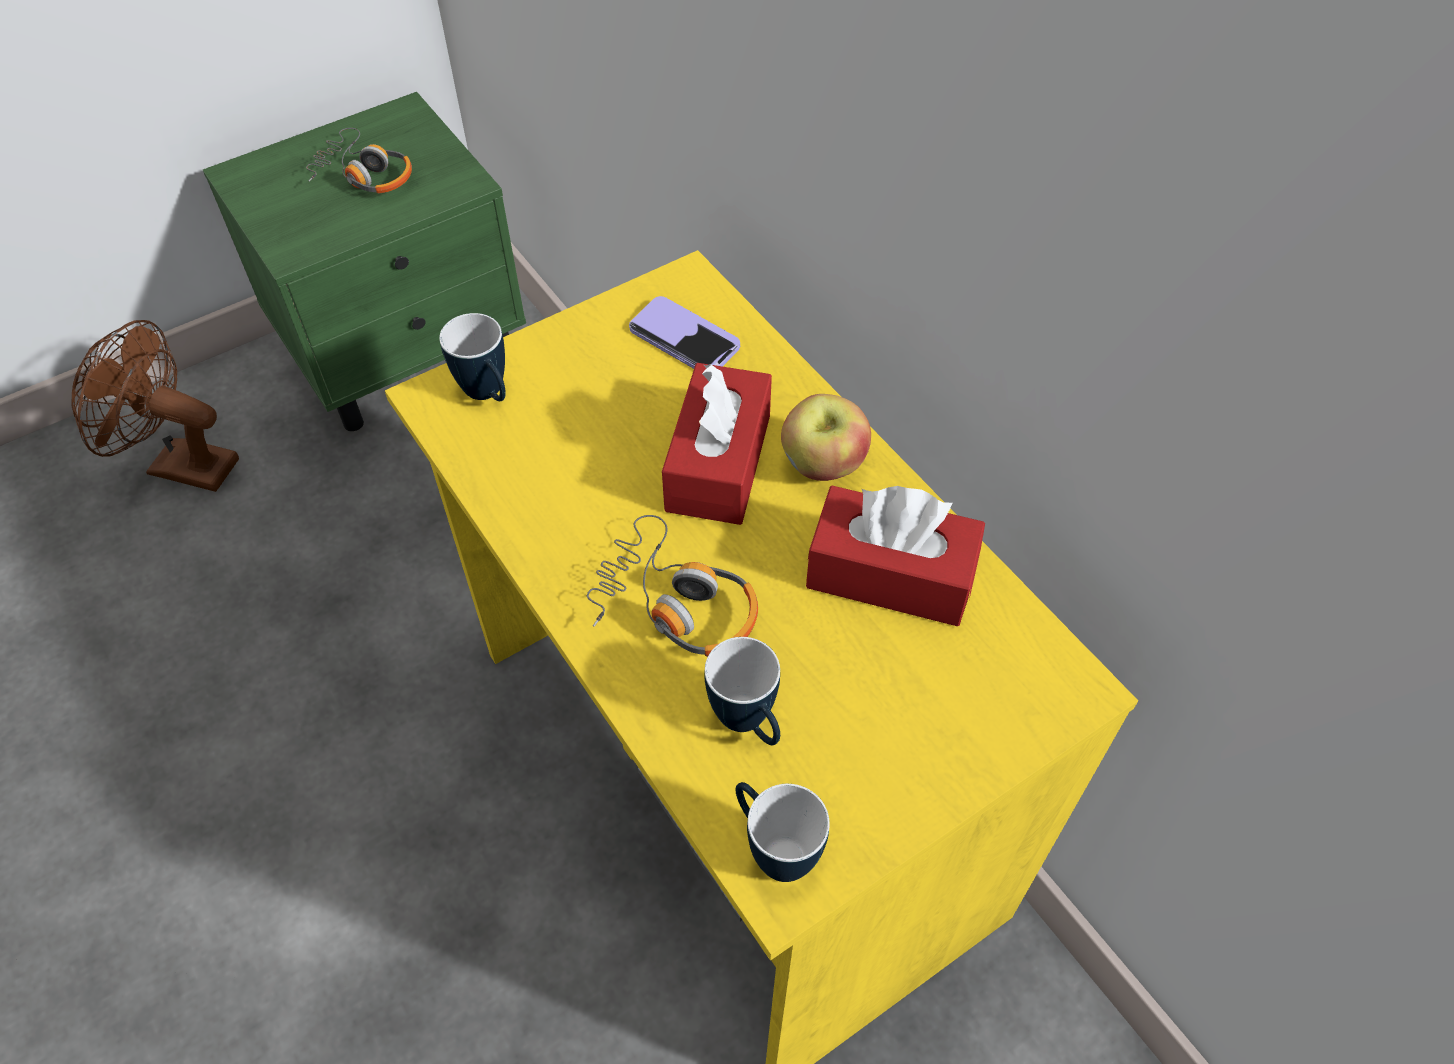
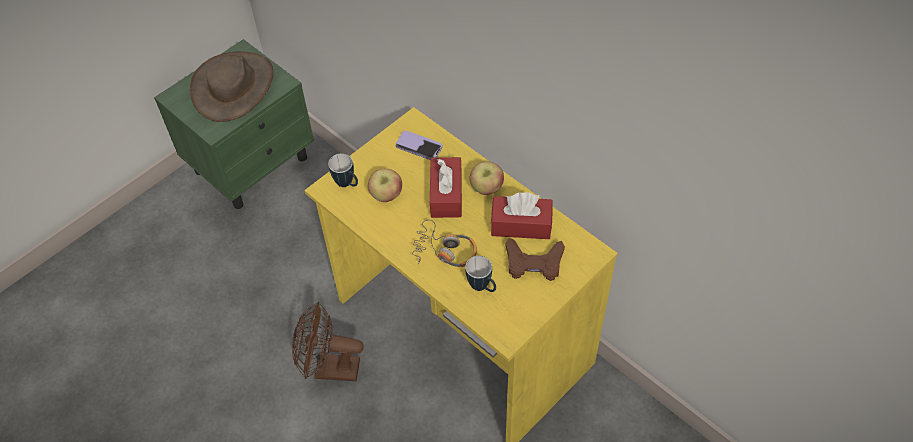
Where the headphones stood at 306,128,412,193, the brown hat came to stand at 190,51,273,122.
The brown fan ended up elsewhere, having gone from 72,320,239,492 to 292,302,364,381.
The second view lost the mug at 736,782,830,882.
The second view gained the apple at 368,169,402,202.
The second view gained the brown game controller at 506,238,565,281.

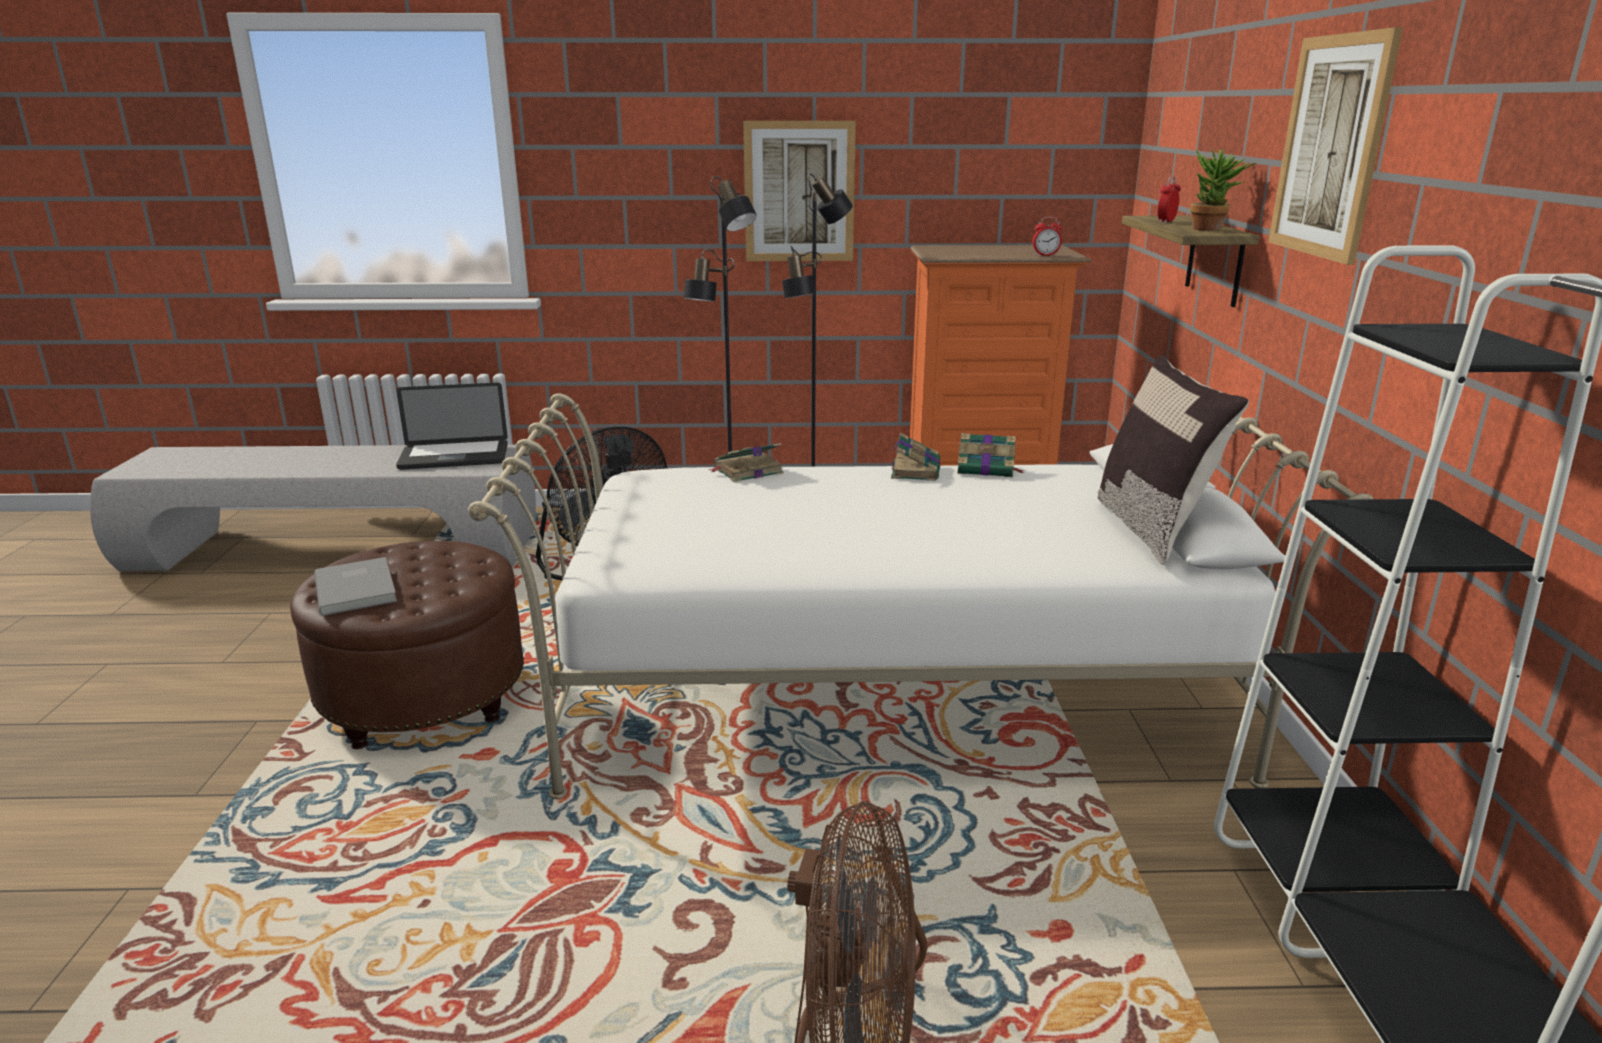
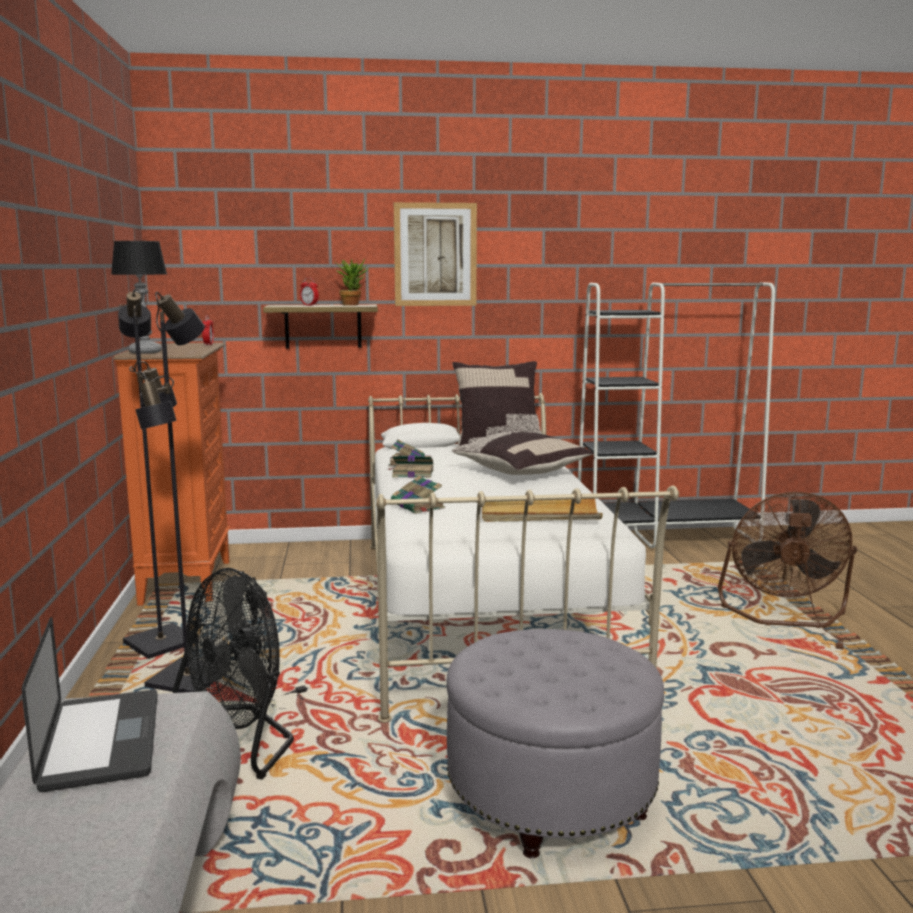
The second view lost the picture at 743,121,856,261.
What was the brown ottoman at 290,540,524,749 turned into the grey ottoman at 447,629,664,858.
The second view lost the grey book at 314,557,397,616.
The second view gained the table lamp at 111,241,167,354.
The second view gained the pillow at 452,431,594,475.
The second view gained the beige tray at 482,499,603,522.

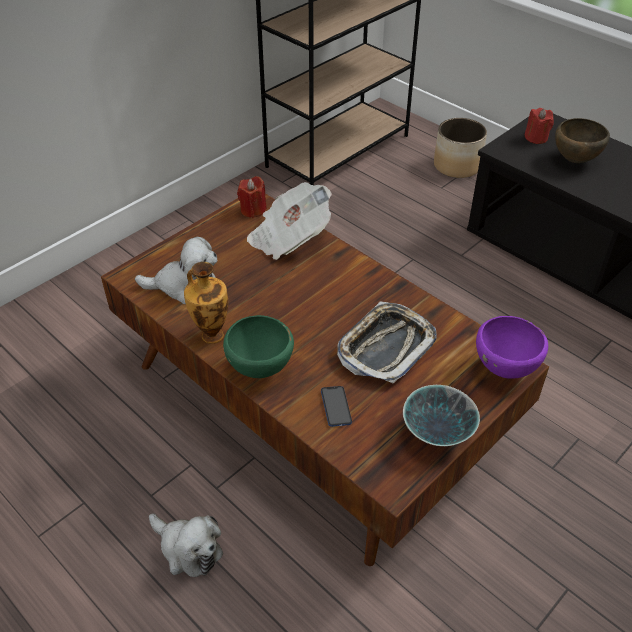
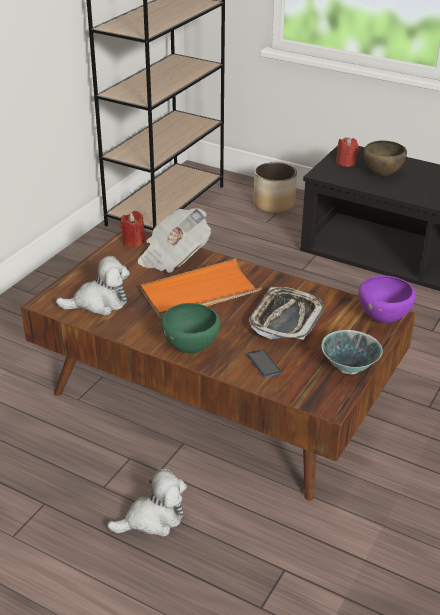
The second view lost the vase at 184,262,228,344.
The plush toy at 149,513,223,577 ended up facing another way, 45 degrees counterclockwise from before.
The second view gained the orange tray at 140,258,262,319.

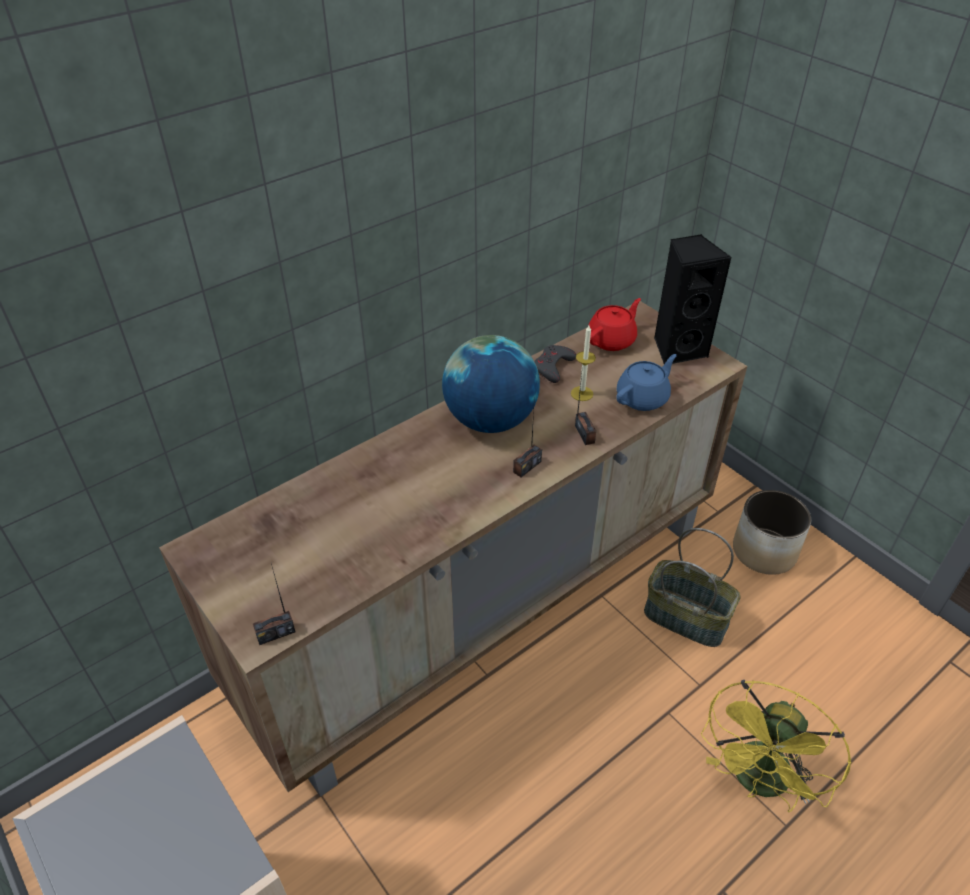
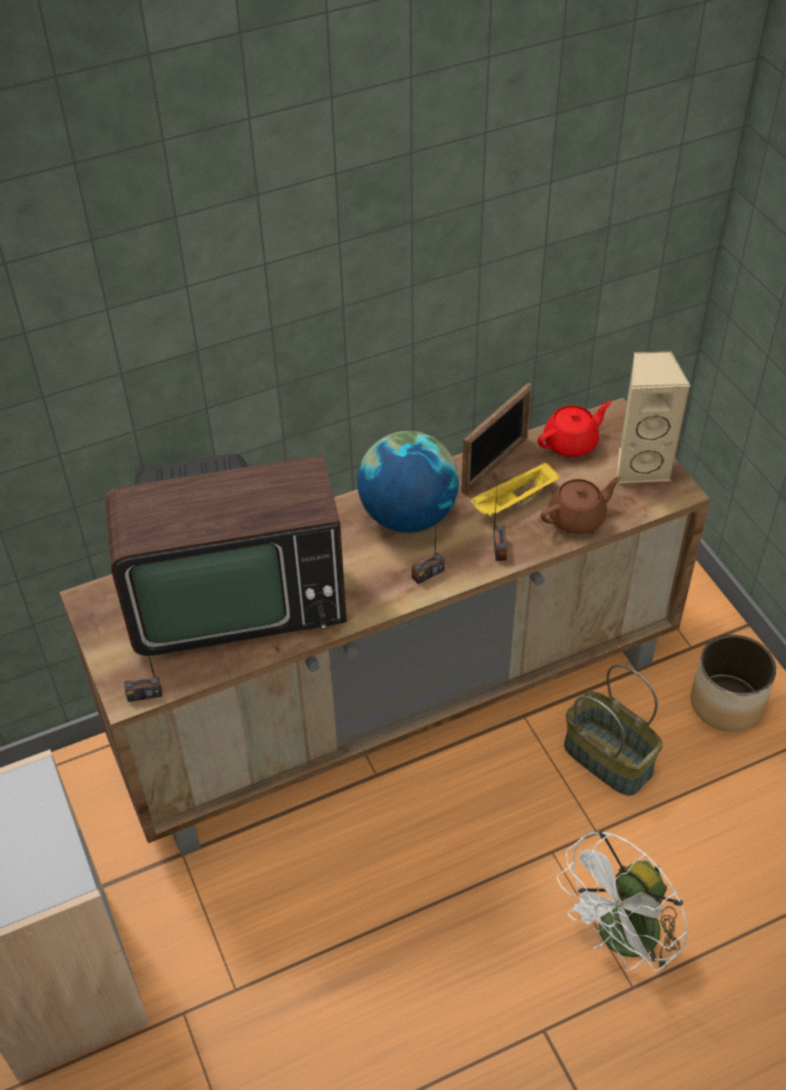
What was the black speaker at 654,234,732,364 turned into the beige speaker at 617,351,690,483.
Where the candle stood at 571,325,596,401, the yellow tray came to stand at 470,462,559,517.
Where the grey game controller stood at 534,345,576,383, the picture frame came to stand at 461,383,532,494.
What was the blue teapot at 616,354,677,411 turned into the brown teapot at 541,476,622,534.
What was the yellow fan at 701,680,851,812 turned into the white fan at 557,830,688,971.
The second view gained the television at 105,454,347,656.

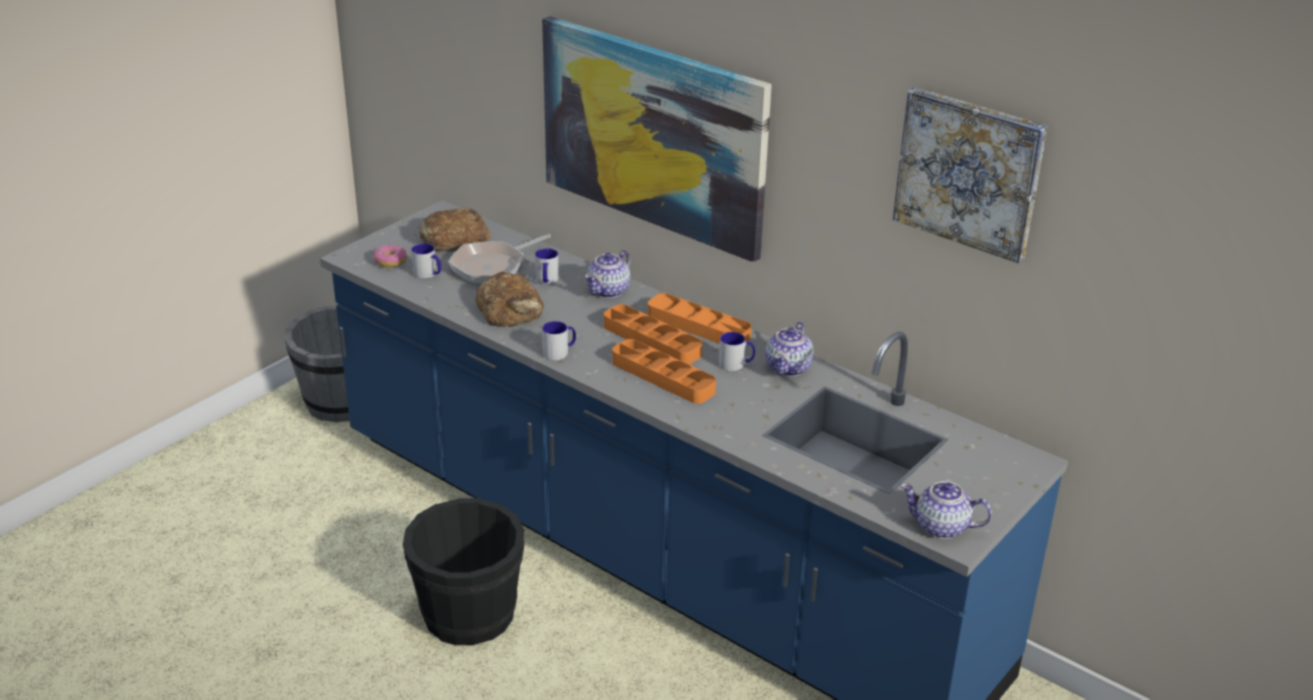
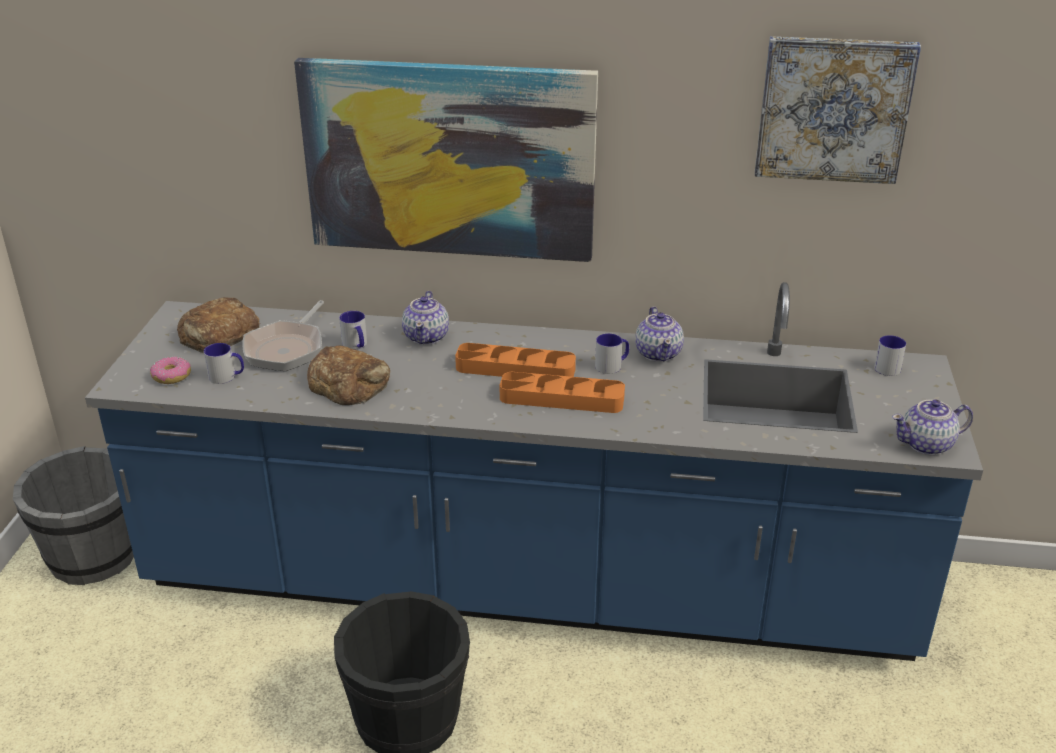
The second view lost the orange tray at 648,293,751,344.
The mug ended up elsewhere, having gone from 542,321,576,360 to 874,335,906,376.

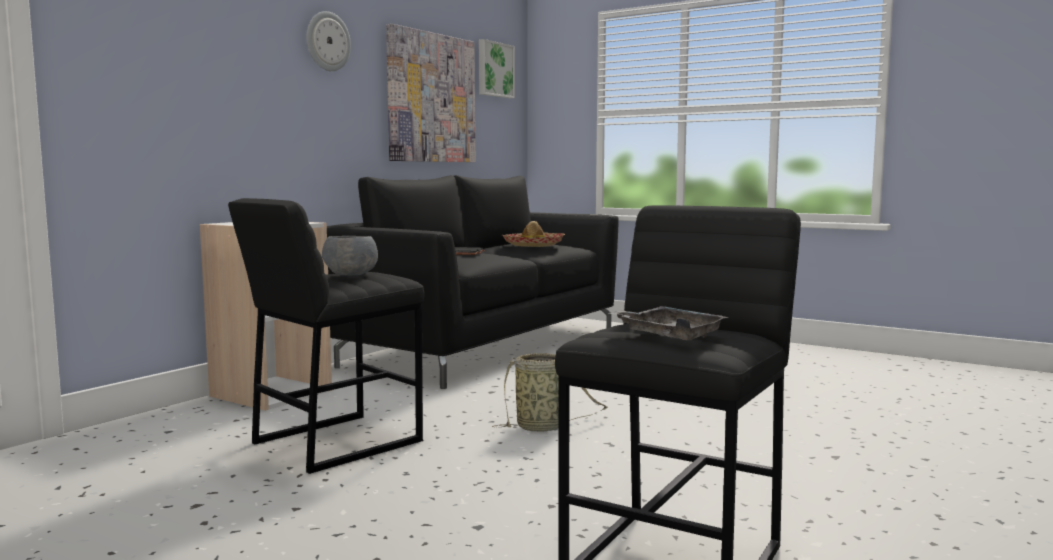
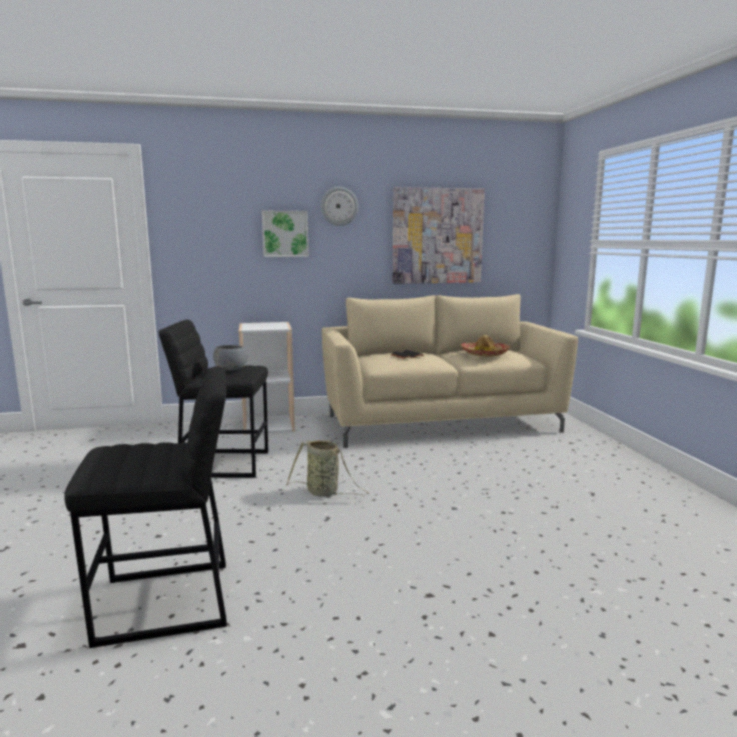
The picture ended up elsewhere, having gone from 479,39,515,98 to 262,211,309,257.
What was the black sofa at 327,175,619,389 turned into the beige sofa at 322,294,578,448.
The second view lost the grey tray at 609,306,728,340.

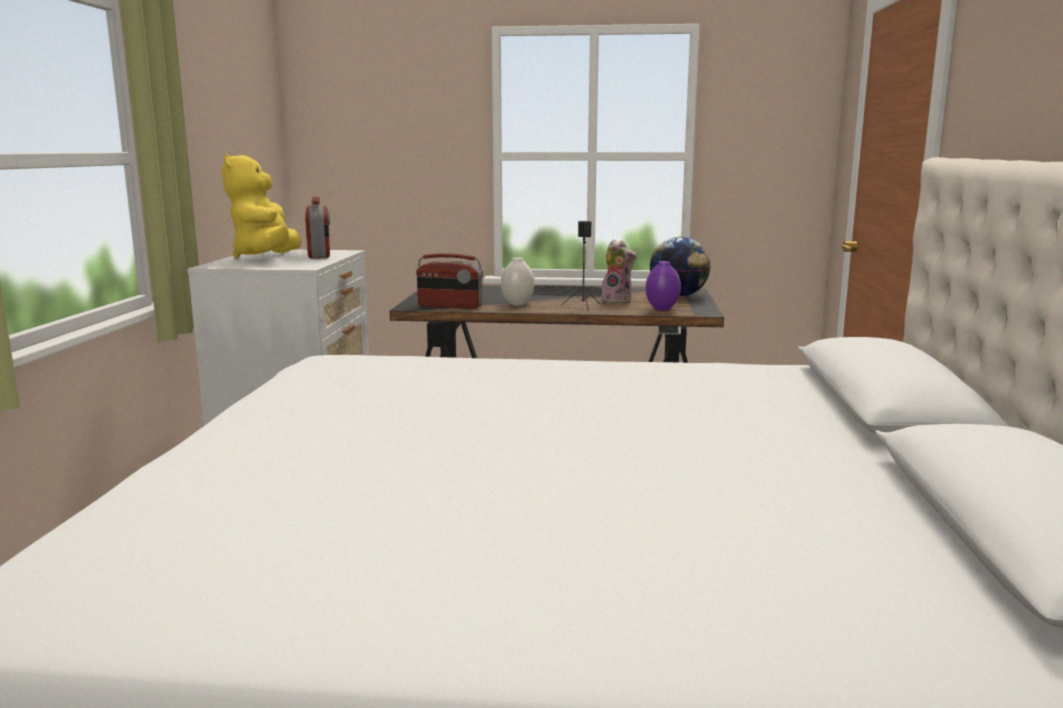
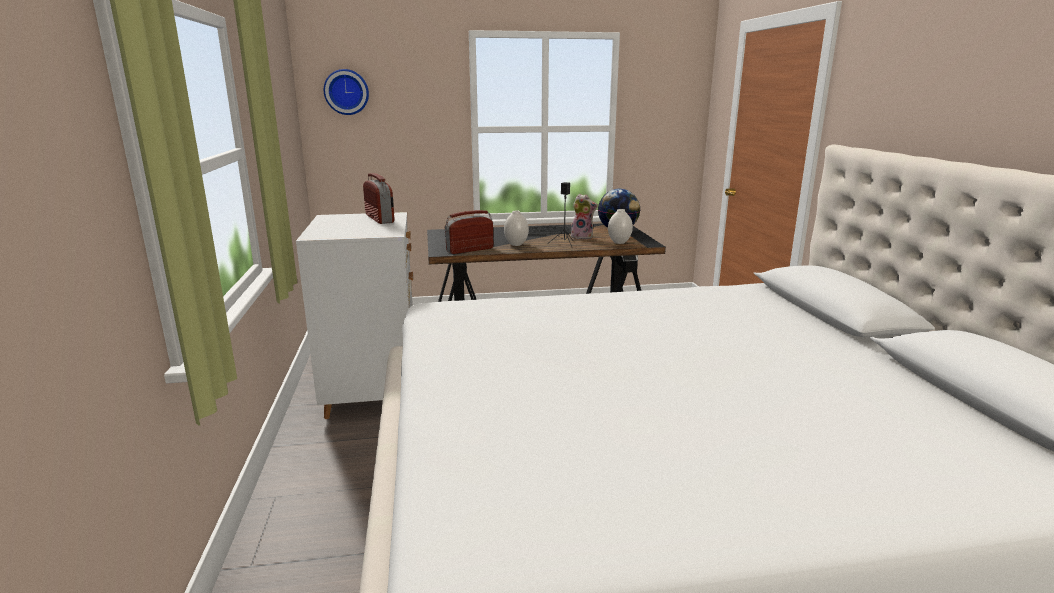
The second view lost the yellow plush toy at 222,153,301,258.
The radio at 416,253,483,309 ended up facing another way, 150 degrees clockwise from before.
What was the purple vase at 645,261,681,311 turned into the white vase at 608,209,633,244.
The second view gained the wall clock at 324,69,369,115.

